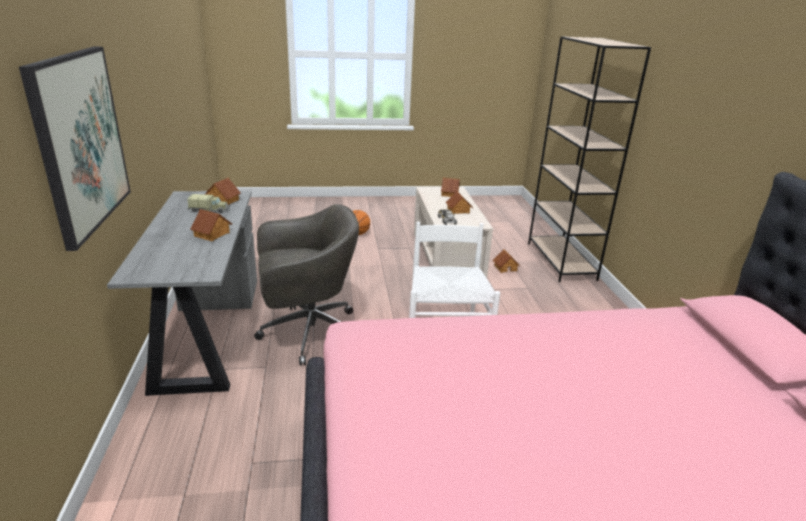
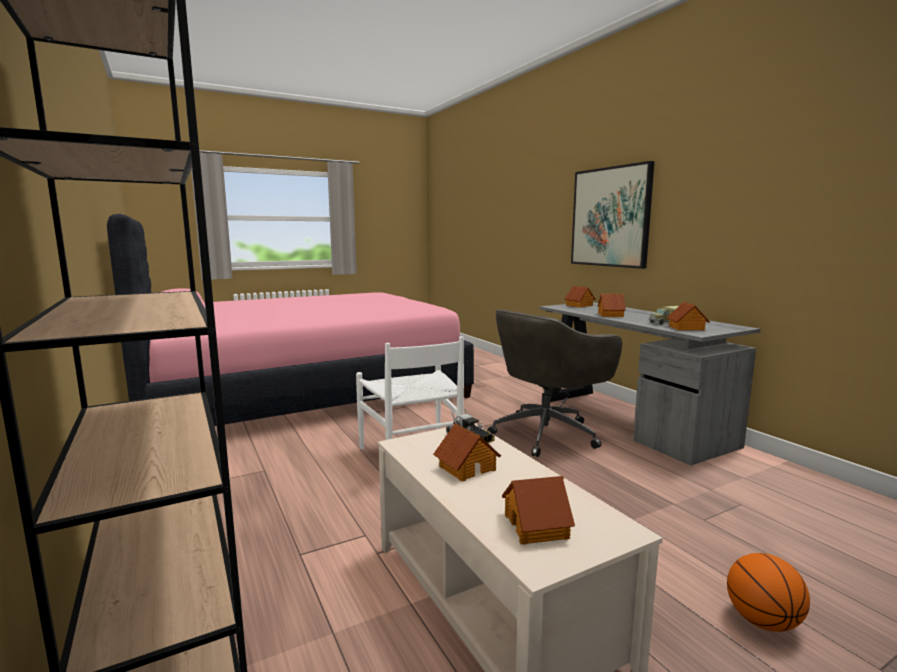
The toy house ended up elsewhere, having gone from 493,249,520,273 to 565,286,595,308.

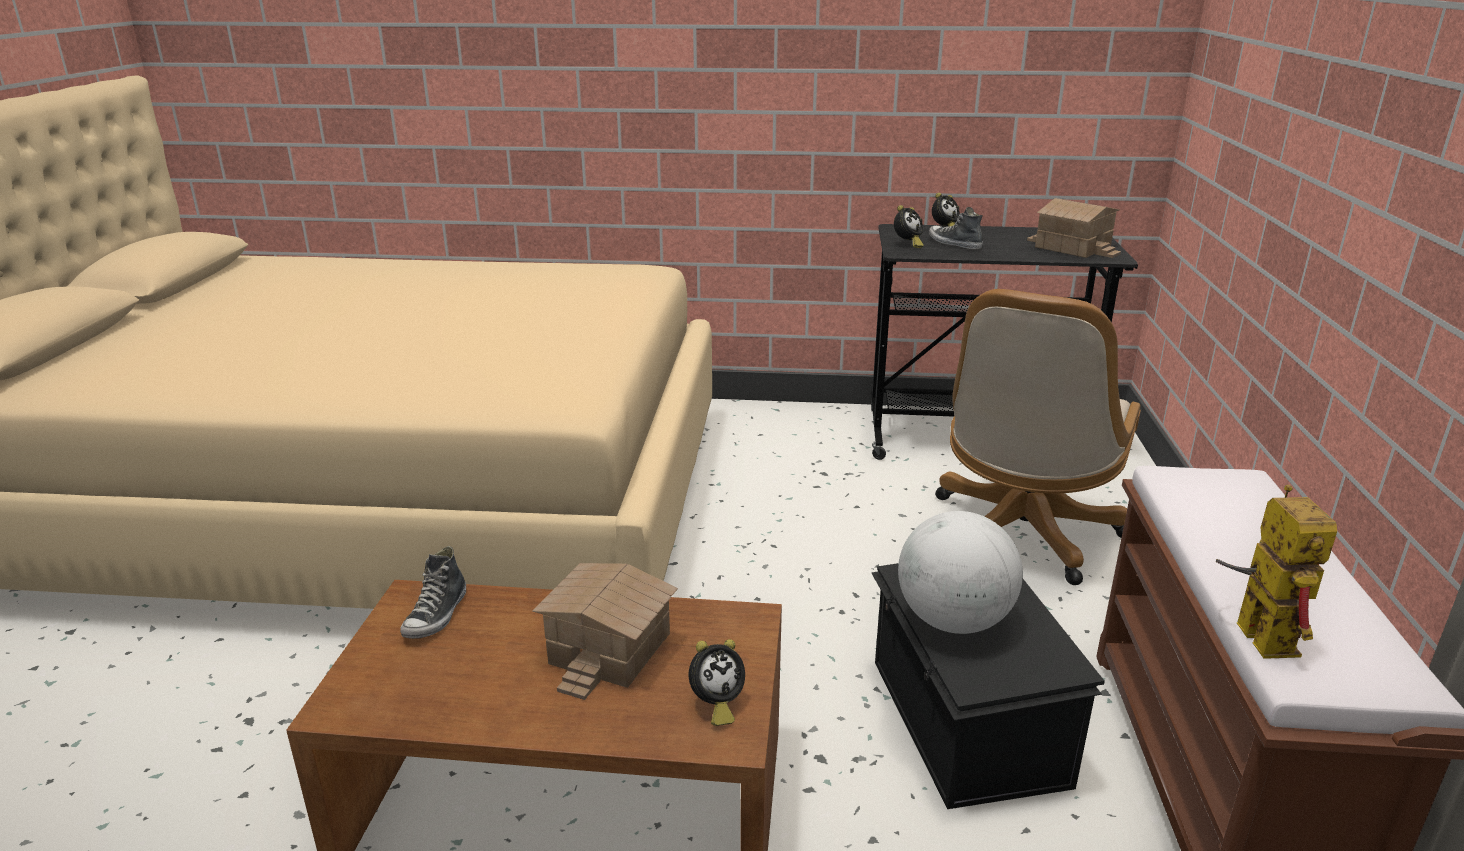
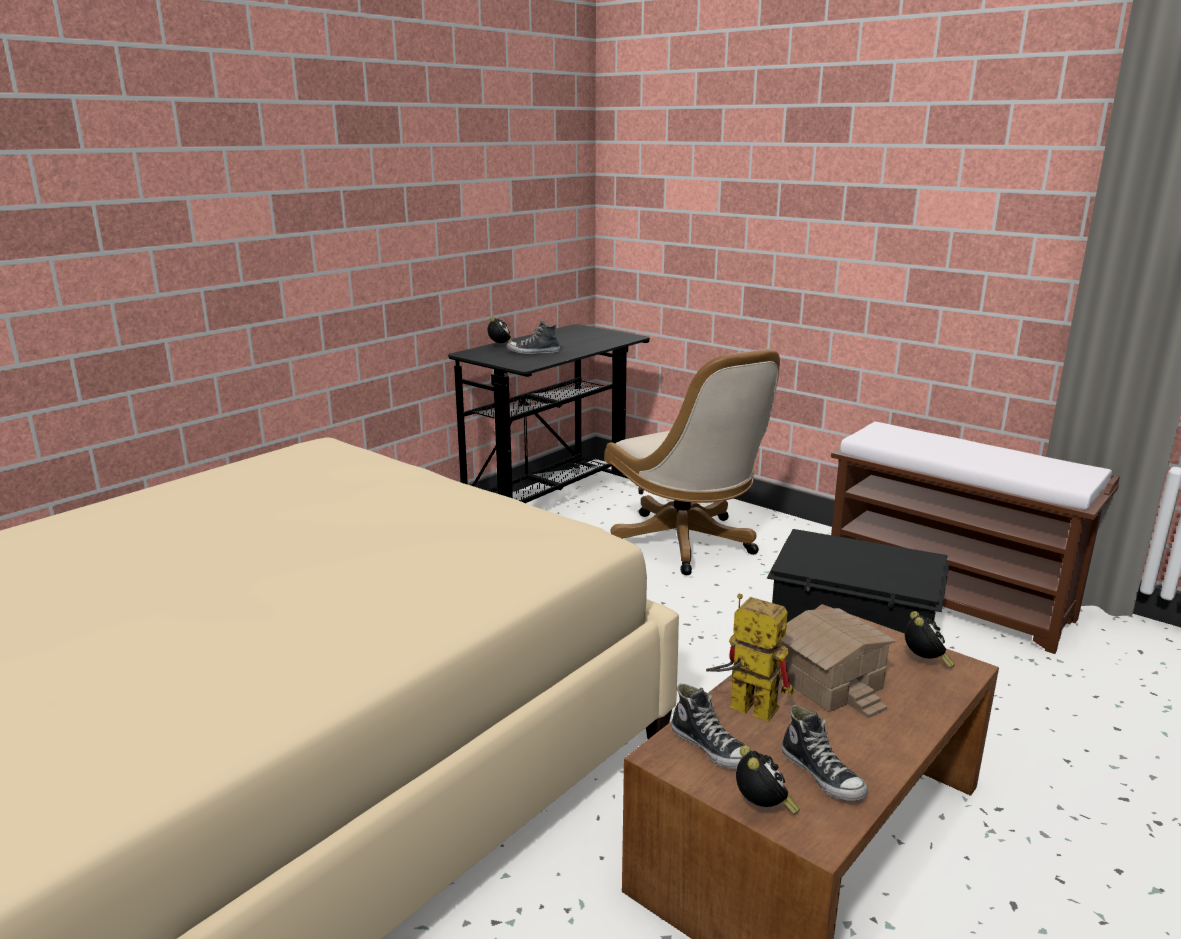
The second view lost the toy house at 1027,198,1121,258.
The alarm clock ended up elsewhere, having gone from 894,205,924,248 to 736,745,800,814.
The toy robot ended up elsewhere, having gone from 1216,484,1337,659 to 706,594,794,722.
The second view lost the globe at 898,511,1023,634.
The second view gained the shoe at 782,705,868,801.

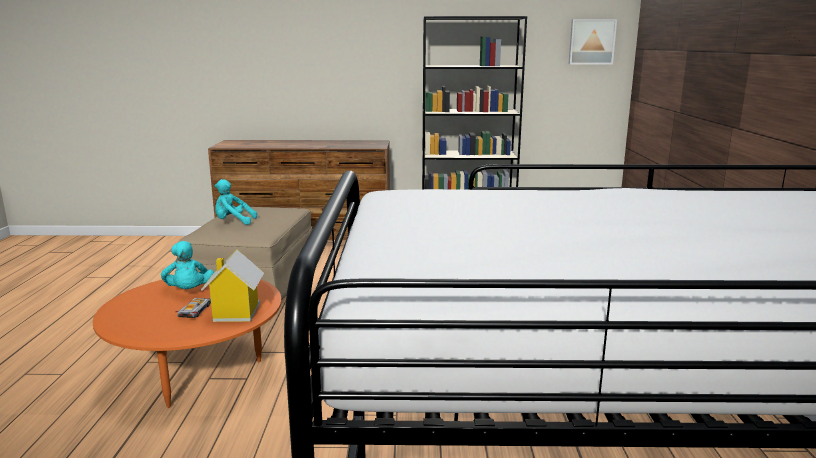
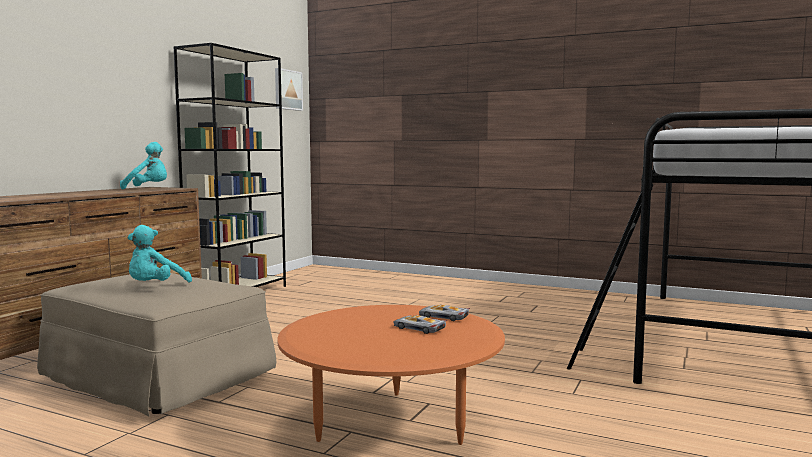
The turquoise plush toy ended up elsewhere, having gone from 161,241,214,289 to 120,142,167,189.
Where the toy house stood at 201,249,264,322, the toy car came to stand at 419,305,470,321.

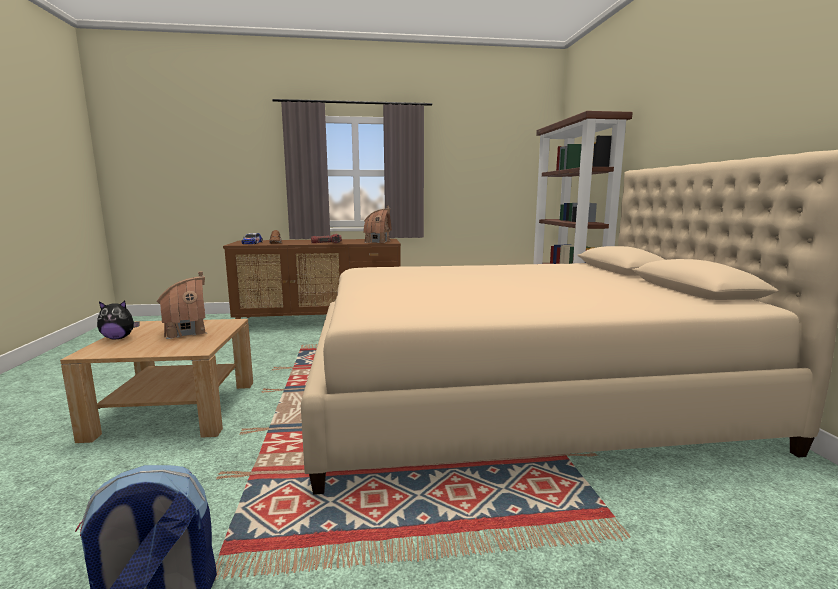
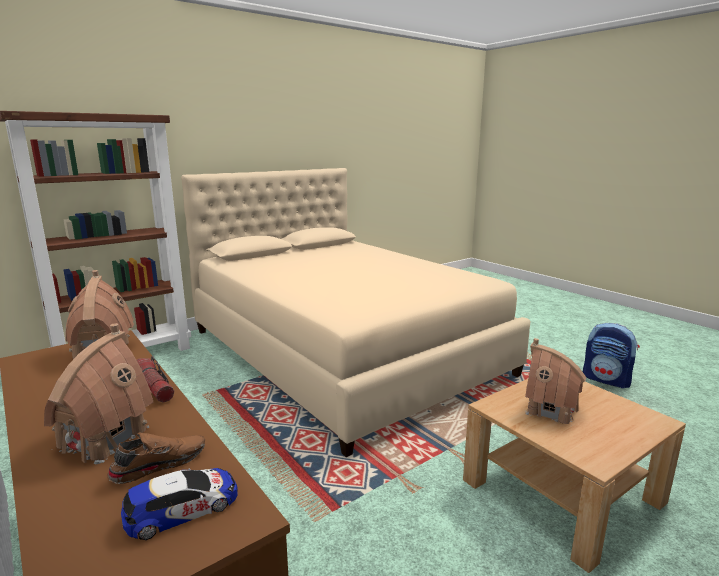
The second view lost the plush toy at 97,301,140,339.
The second view gained the toy house at 44,323,153,465.

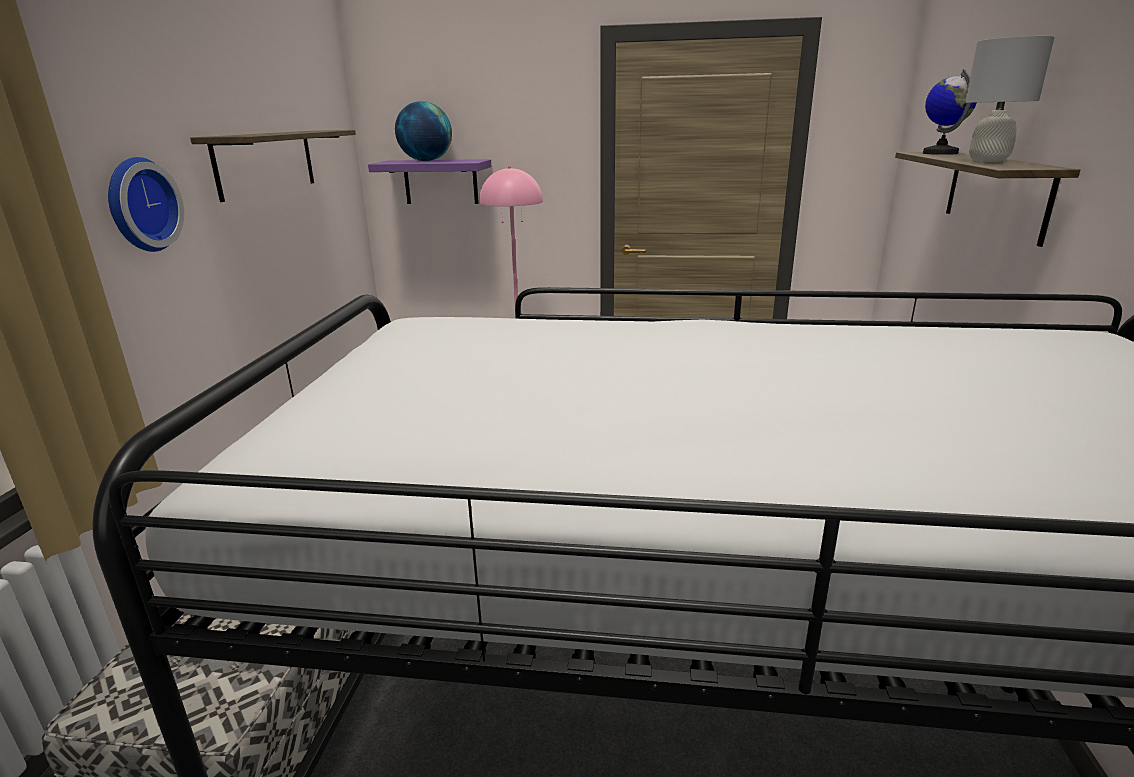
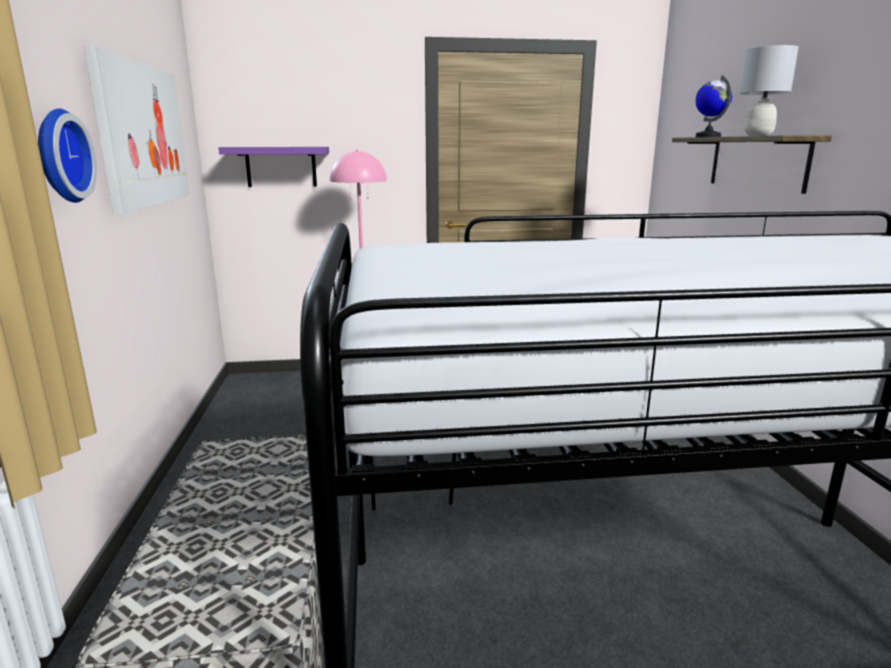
The second view lost the globe at 395,101,452,161.
Where the shelf hung at 190,130,356,202, the picture came to hang at 84,46,190,214.

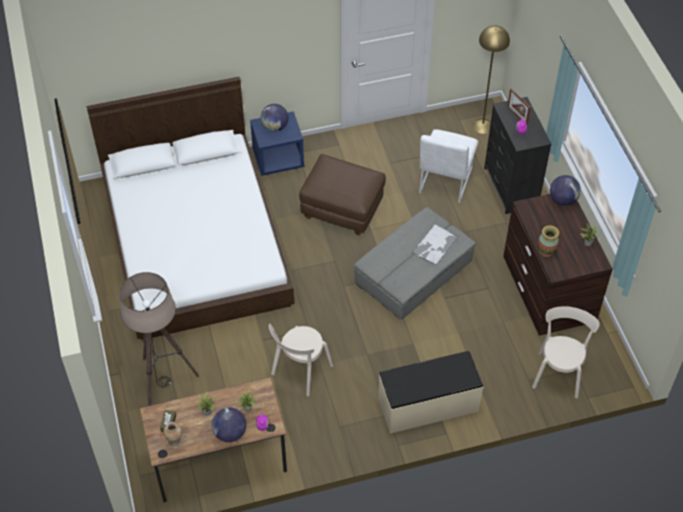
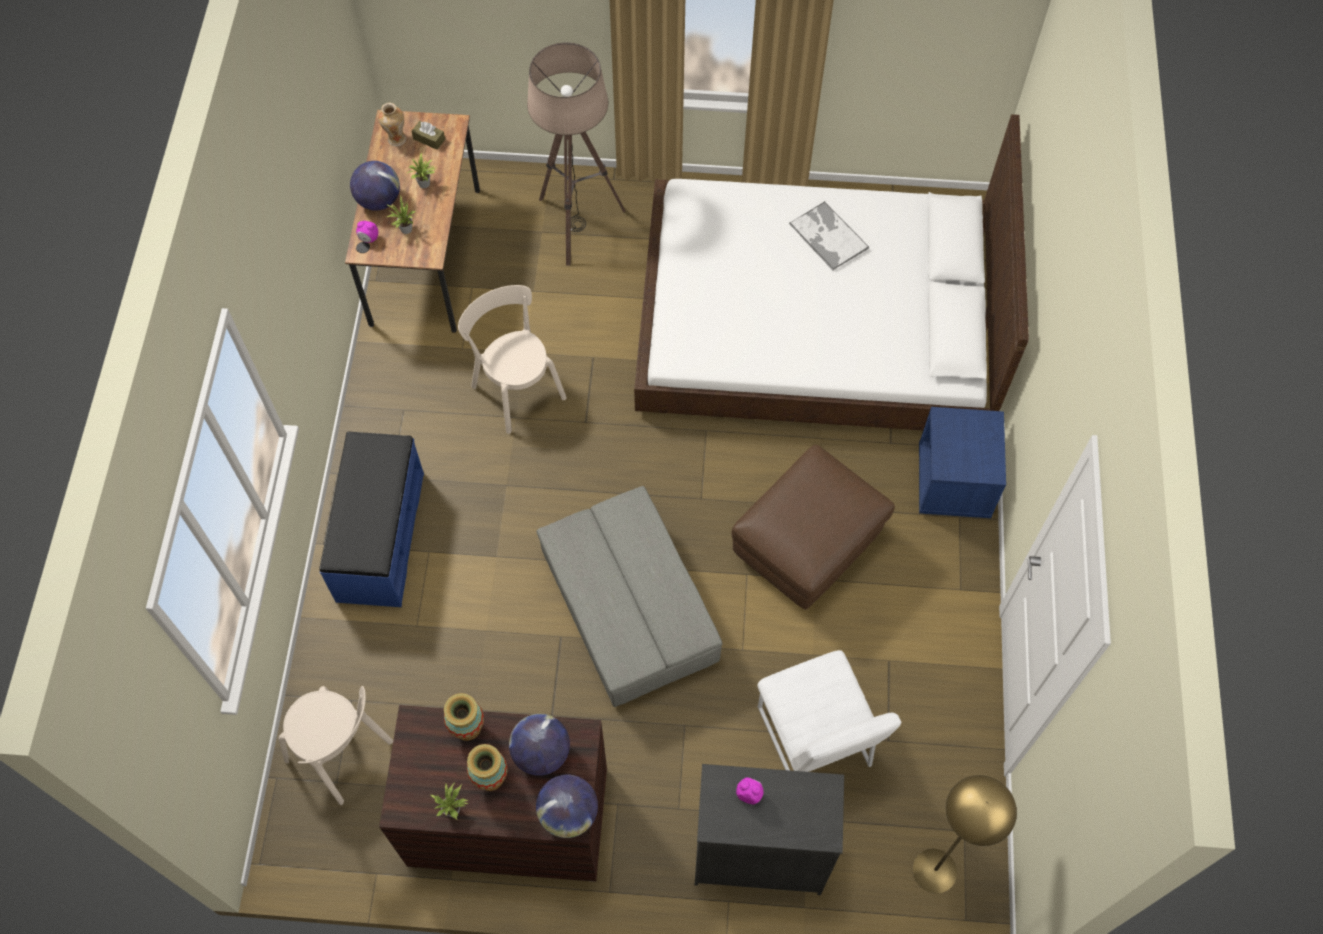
The second view lost the picture frame at 507,89,531,125.
The globe ended up elsewhere, having gone from 261,104,288,132 to 509,714,570,776.
The white chair at 419,129,478,203 ended up facing another way, 150 degrees counterclockwise from before.
The tray ended up elsewhere, having gone from 412,224,459,266 to 789,201,869,271.
What was the beige bench at 378,351,483,434 turned into the blue bench at 319,432,424,607.
The second view gained the vase at 467,744,508,791.

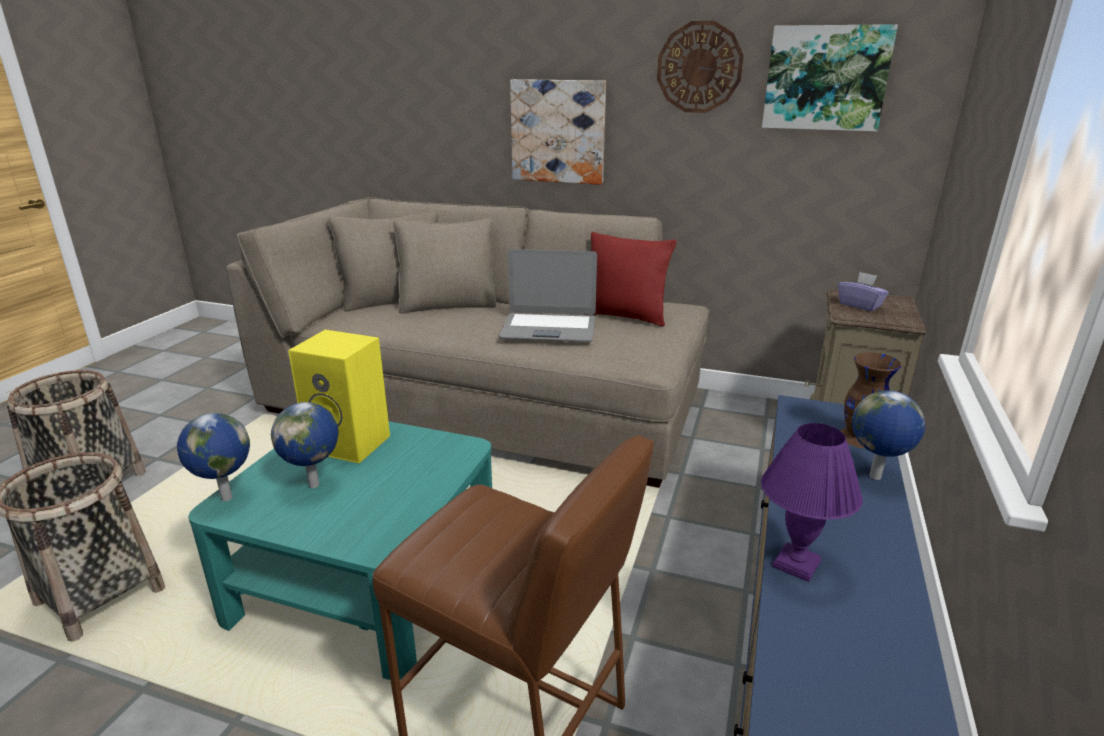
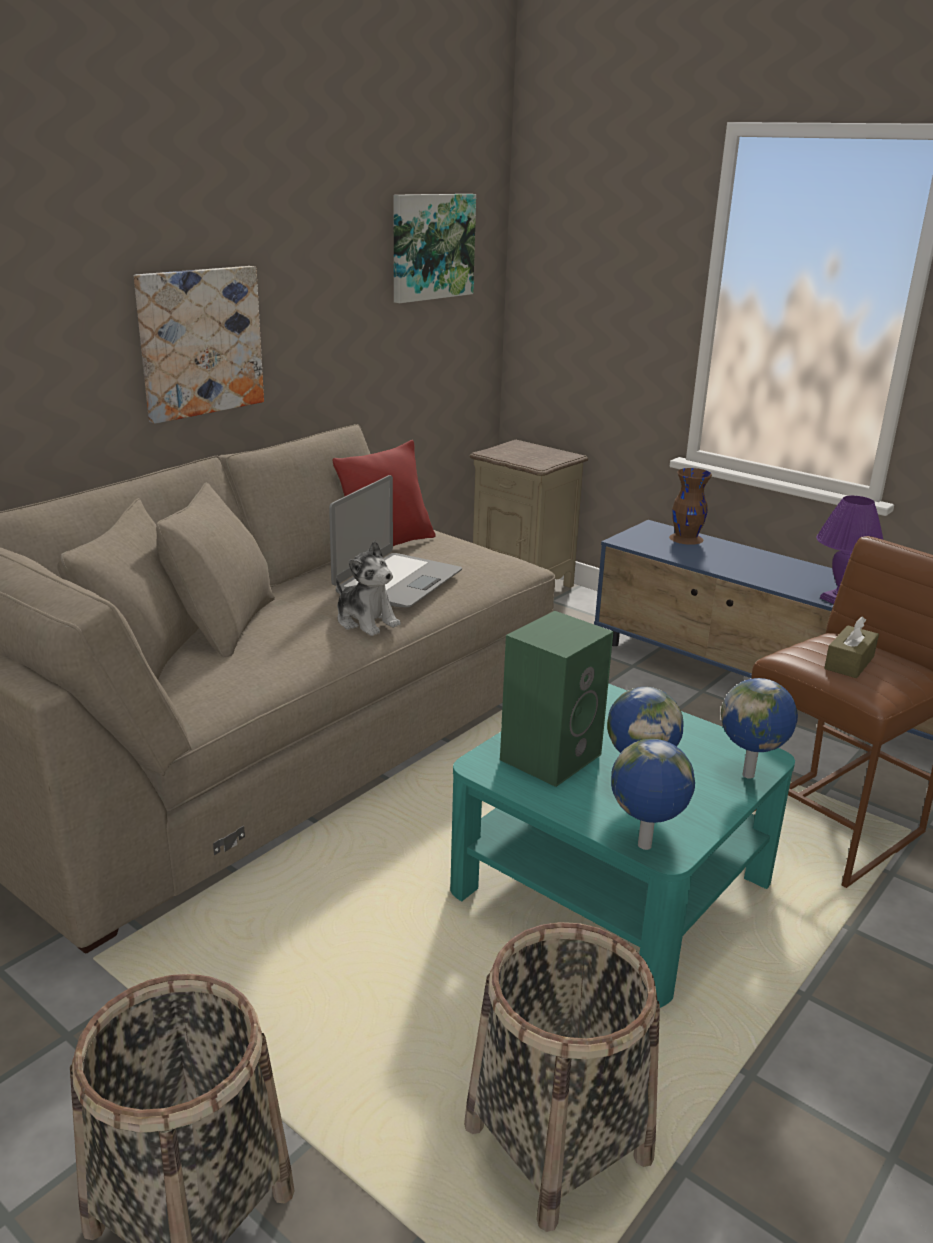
The second view lost the wall clock at 657,21,744,113.
The second view lost the purple tissue box at 838,272,889,311.
What was the yellow speaker at 288,330,390,463 turned into the green speaker at 500,611,613,787.
The globe ended up elsewhere, having gone from 852,390,925,480 to 721,678,798,779.
The second view gained the plush toy at 336,541,401,636.
The second view gained the brown tissue box at 824,617,879,678.

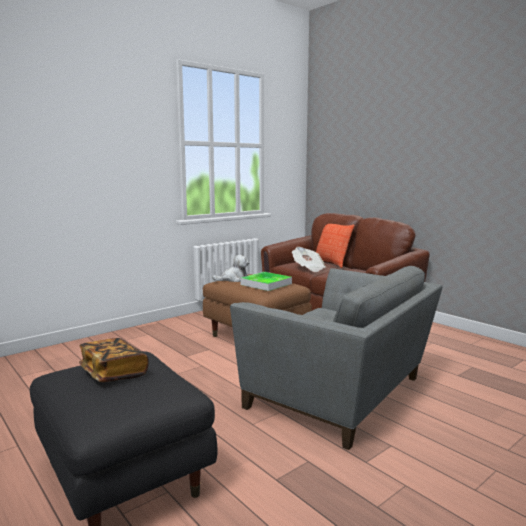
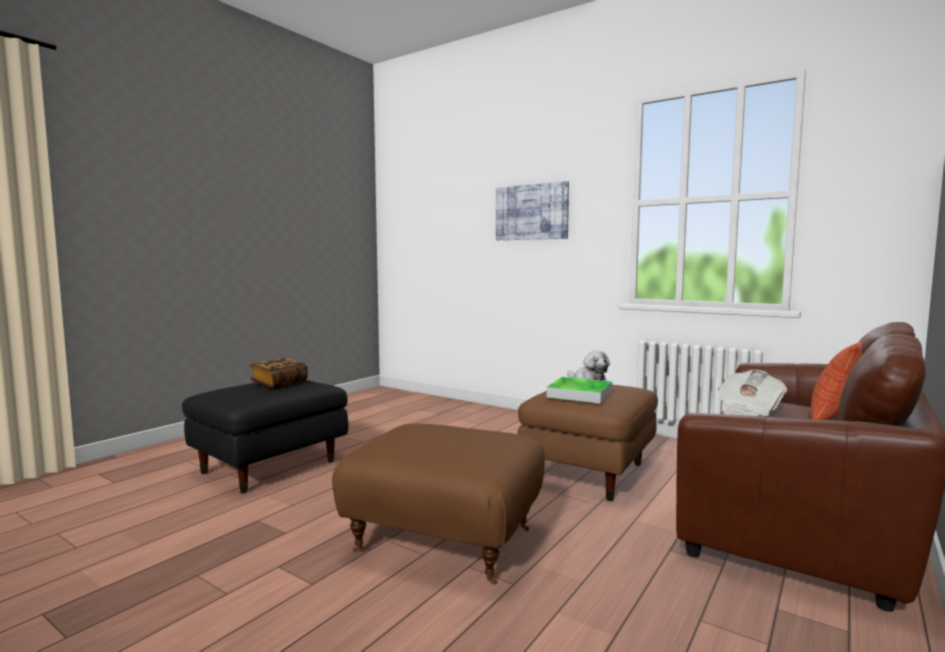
Where the grey armchair stood at 230,266,443,450, the brown ottoman came to stand at 332,423,545,585.
The second view gained the picture at 496,181,569,240.

